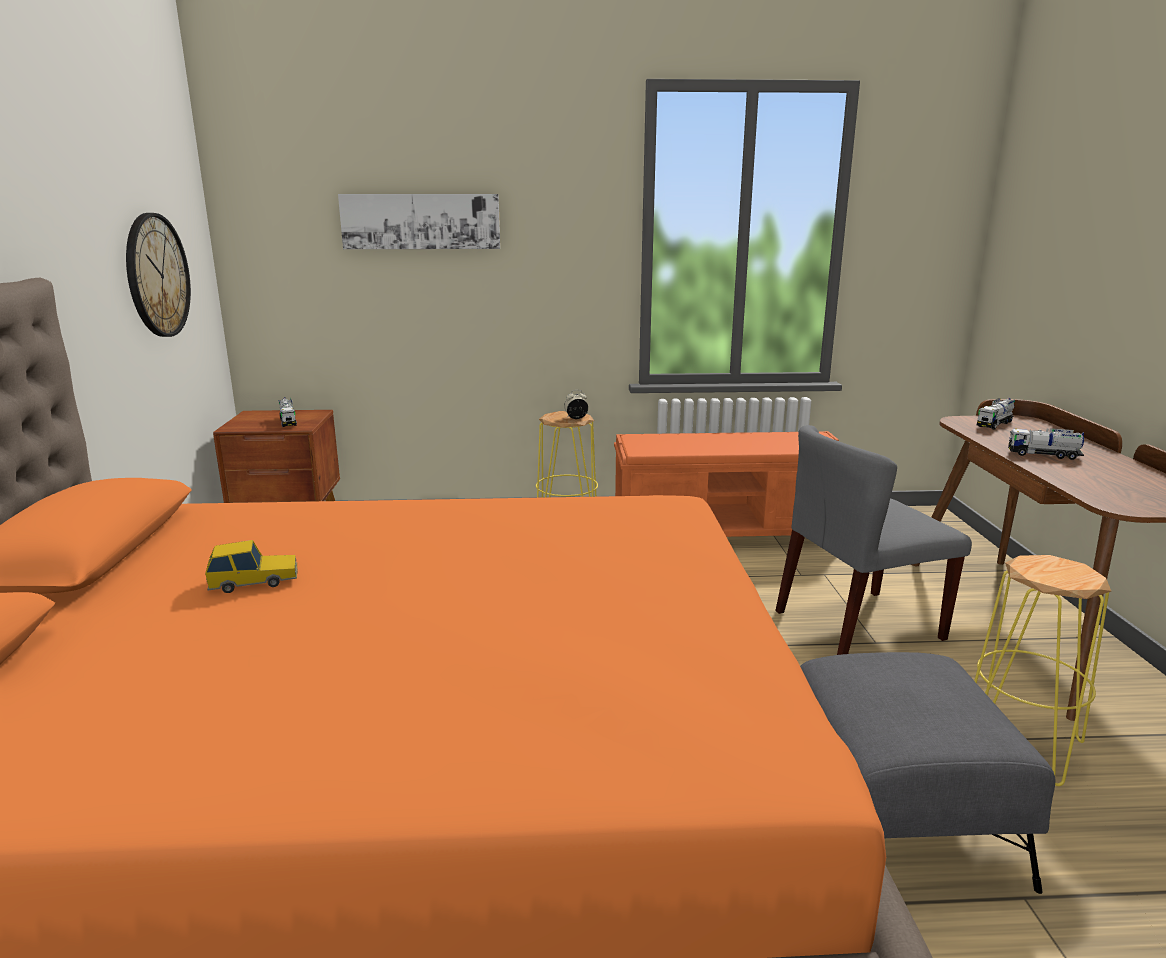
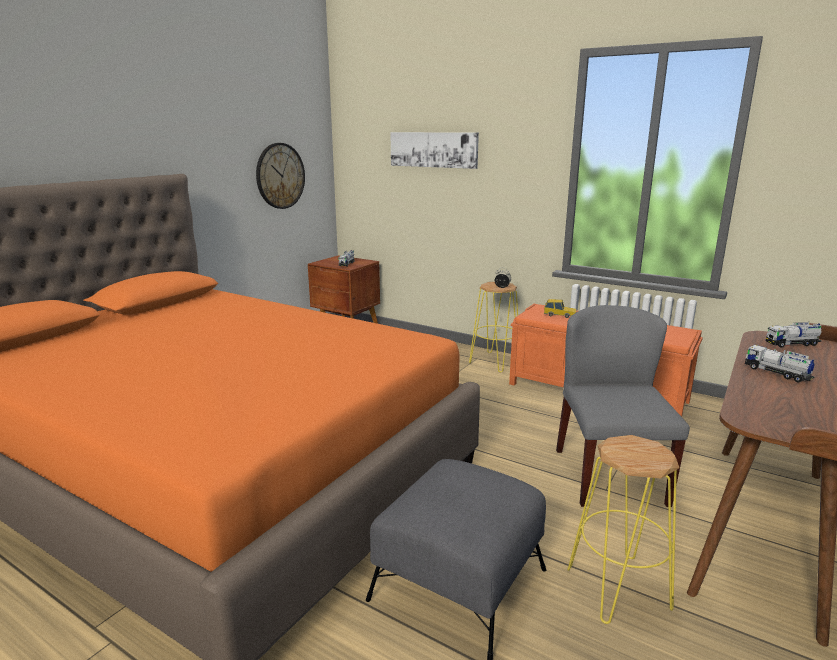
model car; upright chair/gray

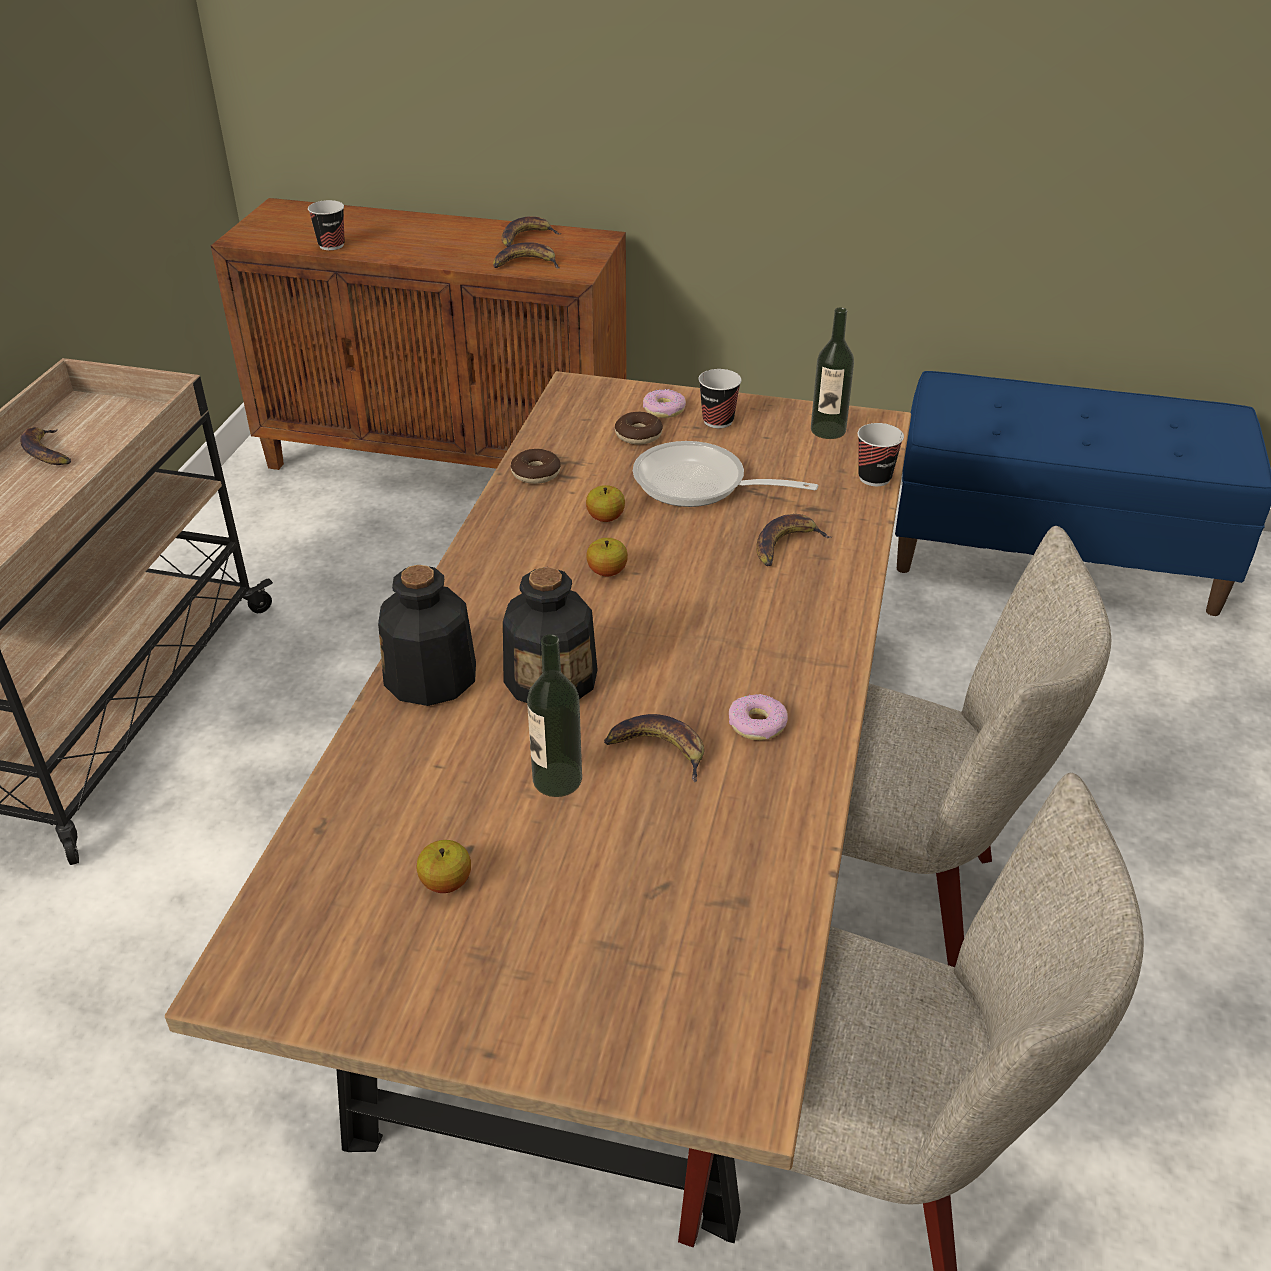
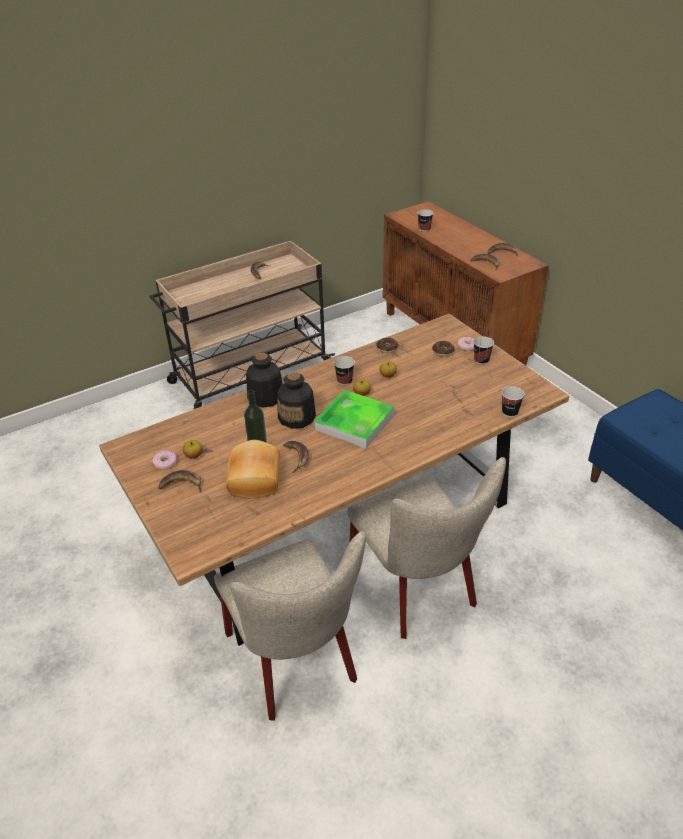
pan; ring doughnut (1st from left); banana fruit (1st from left); drink bottle (4th from left in the first image); bread; serving tray; drinking cup (1st from left)

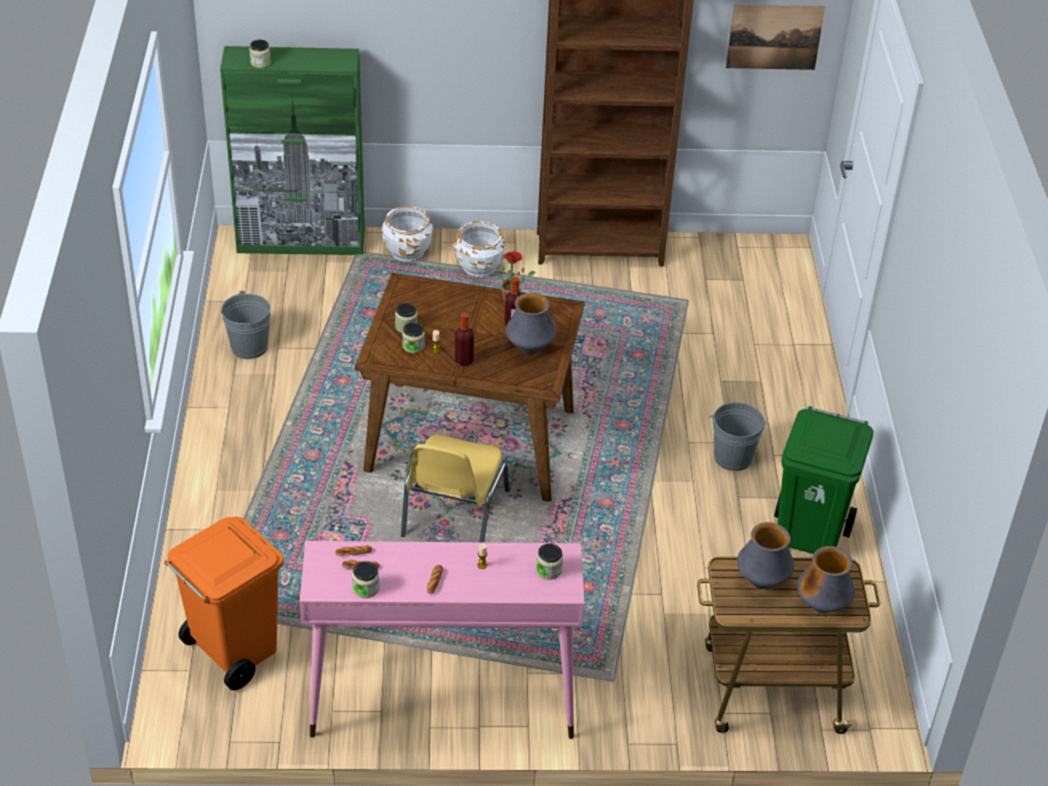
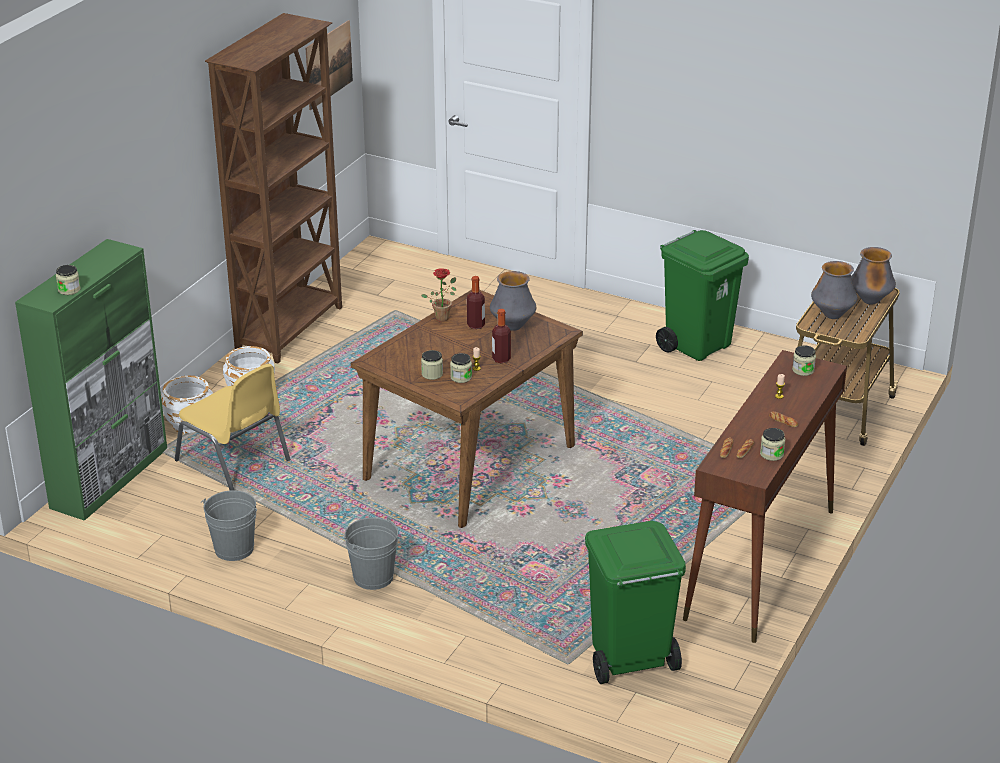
waste bin/greenish (1st from left); narrow table/brown-coloured; upright chair/yellowish; bucket/gray (2nd from left)

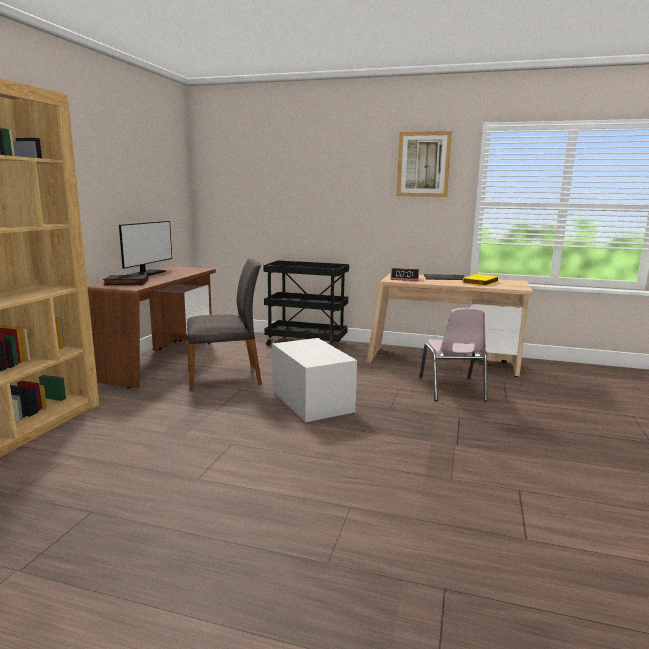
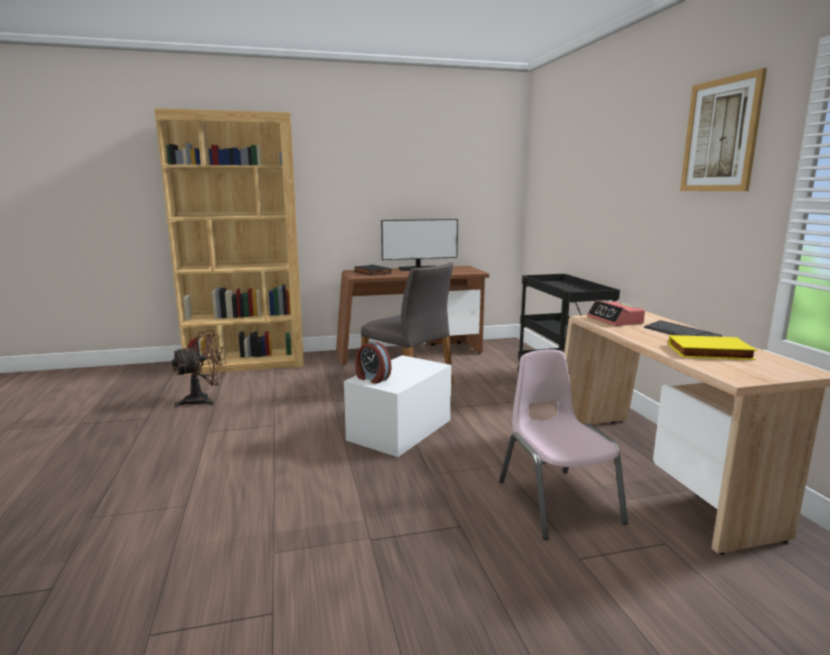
upright chair/pink-coloured; cooling fan/brown-coloured; table clock (1st from left)

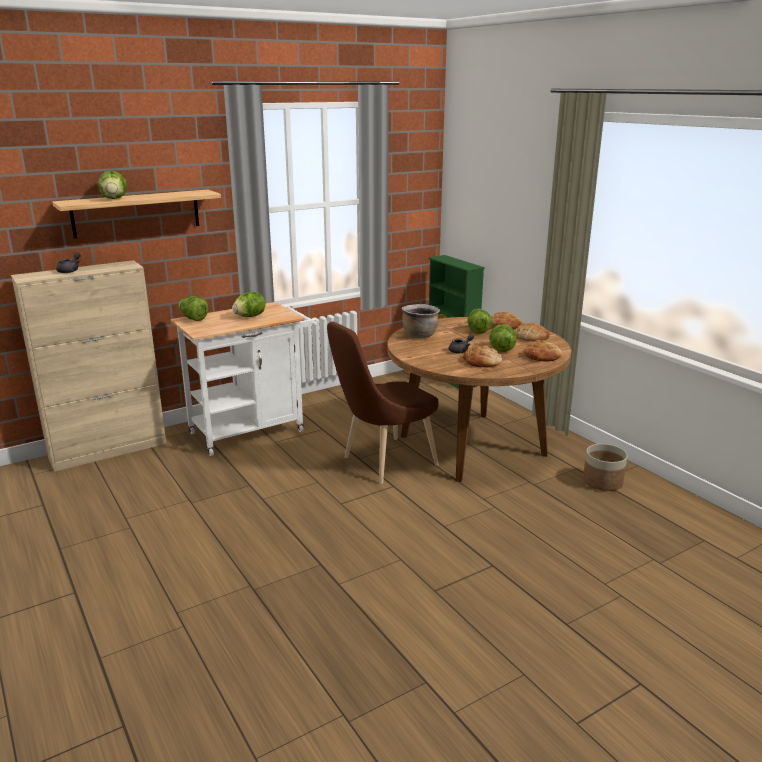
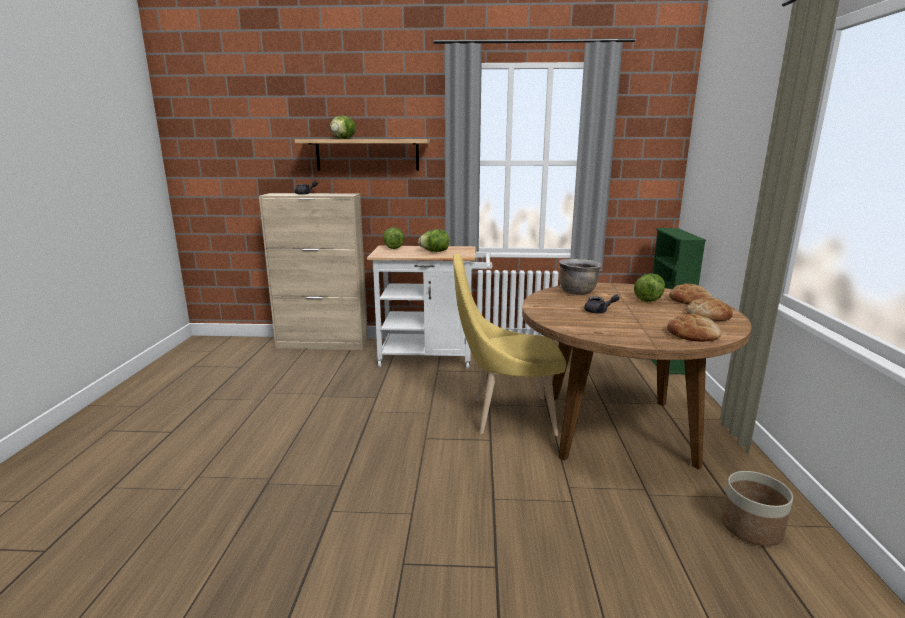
upright chair/yellowish; bread (1st from left in the first image); lettuce (5th from left in the first image)

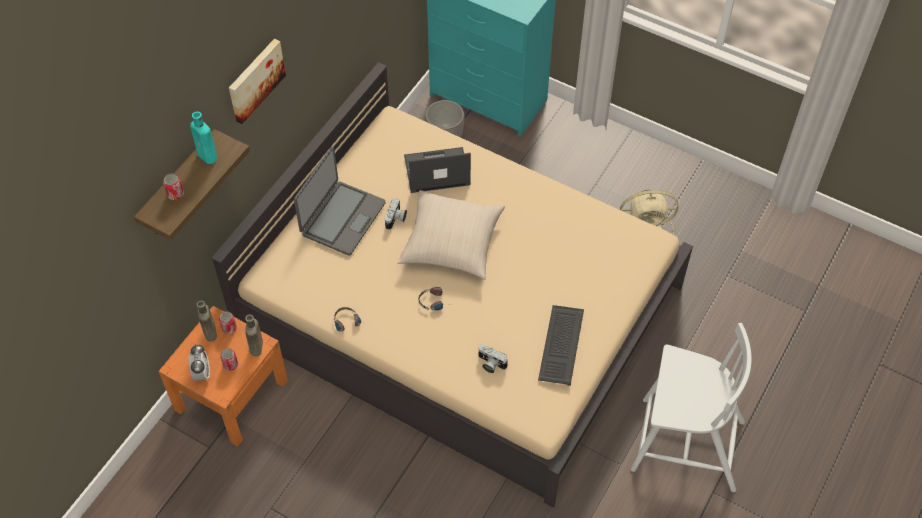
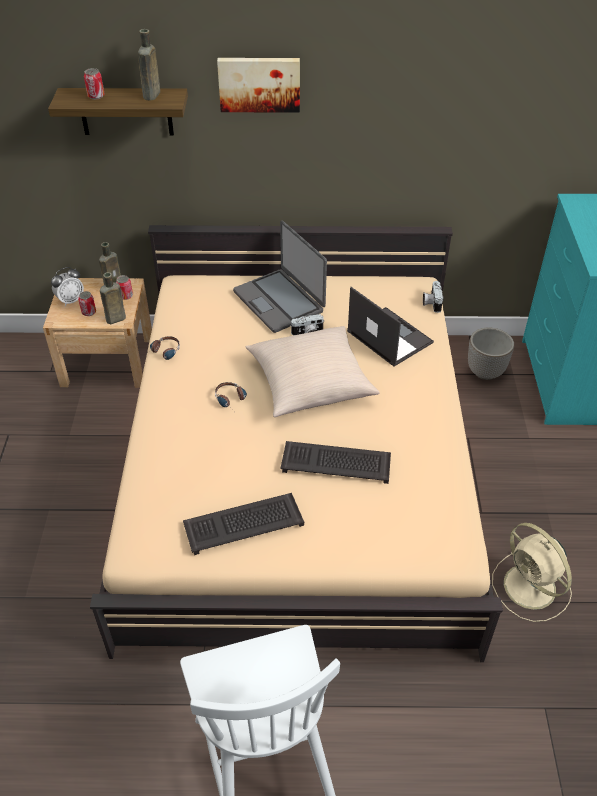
night table/beige-coloured; drink bottle/brown-coloured (3rd from left); laptop (1st from left); still camera (2nd from left); computer keyboard (2nd from left)

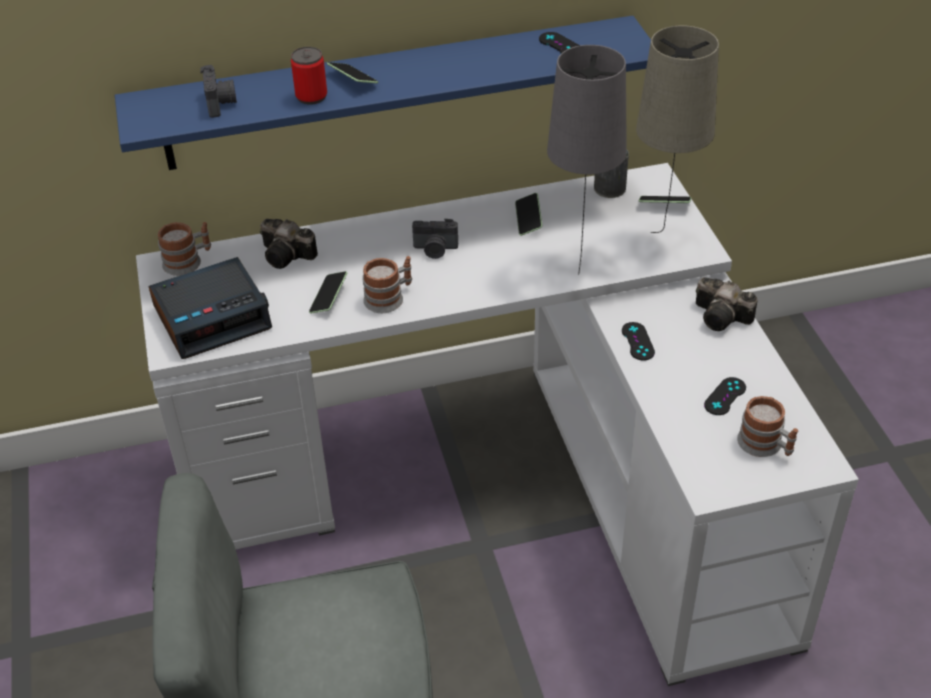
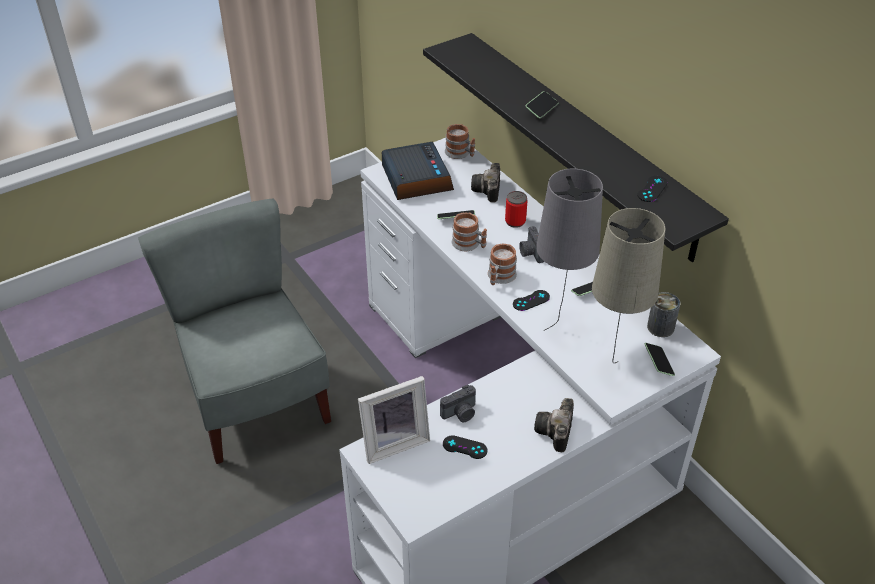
shelf/black; table clock; still camera (1st from left); metal can (1st from left); joypad/black (2nd from left); tea mug (3rd from left); standing frame

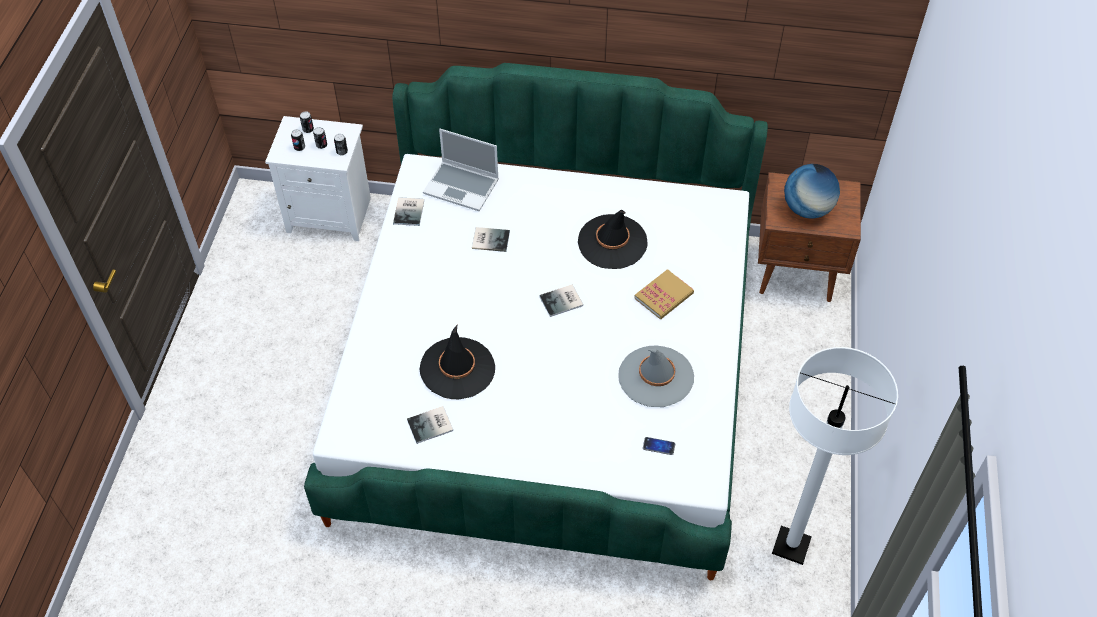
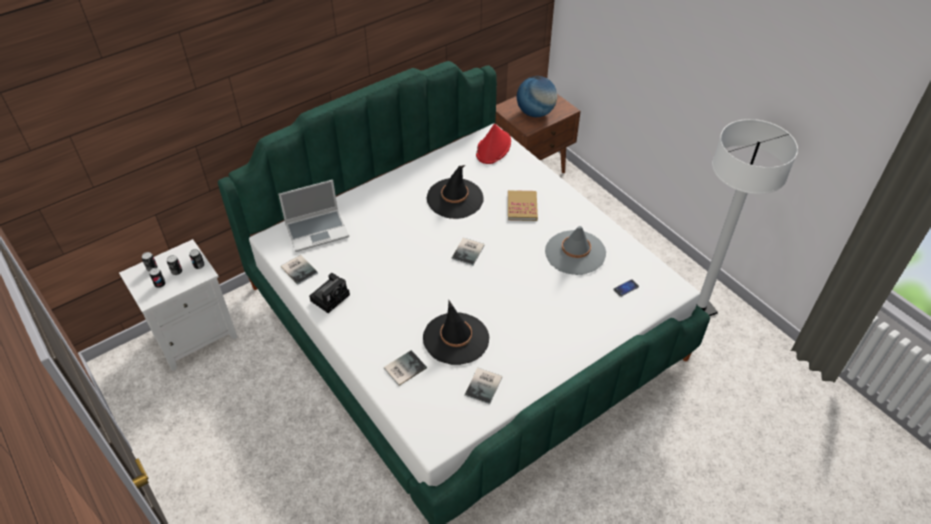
volume (2nd from left); still camera; wearable hat/red

